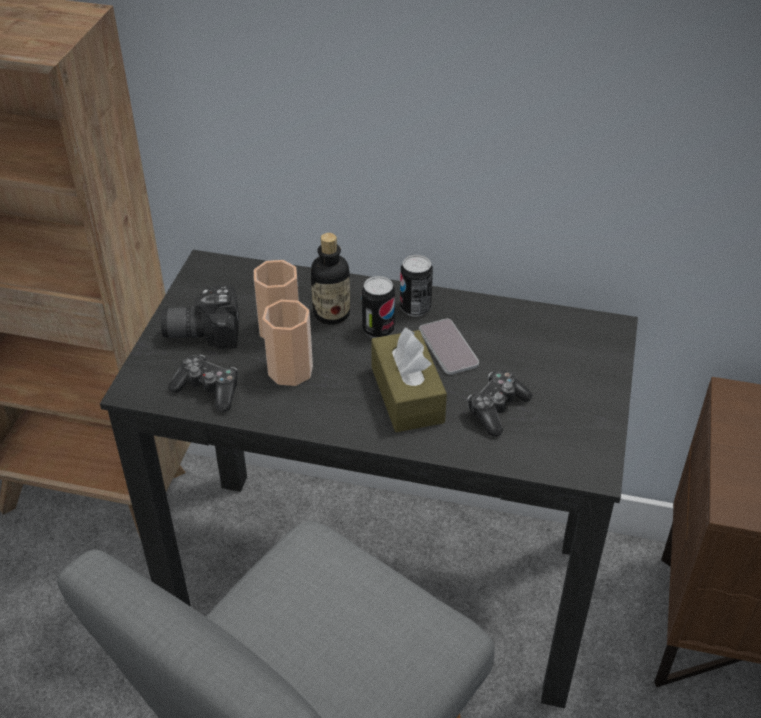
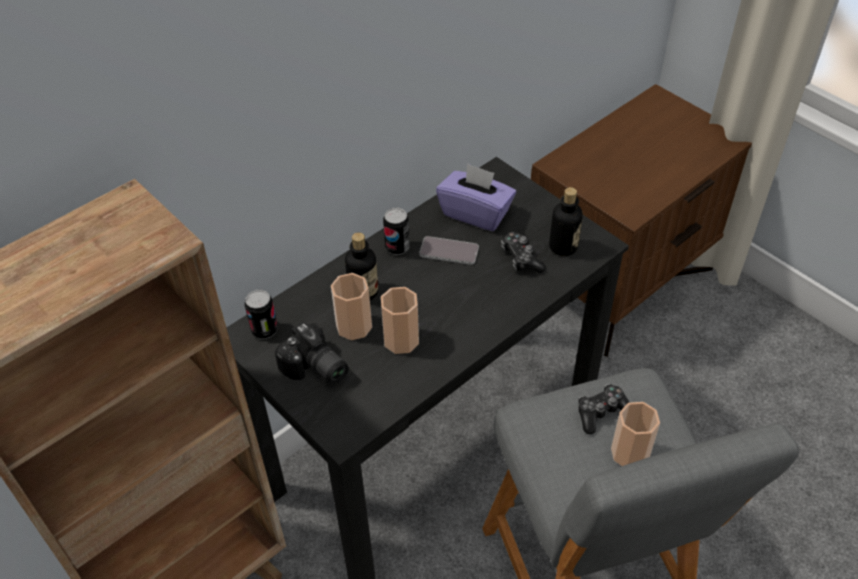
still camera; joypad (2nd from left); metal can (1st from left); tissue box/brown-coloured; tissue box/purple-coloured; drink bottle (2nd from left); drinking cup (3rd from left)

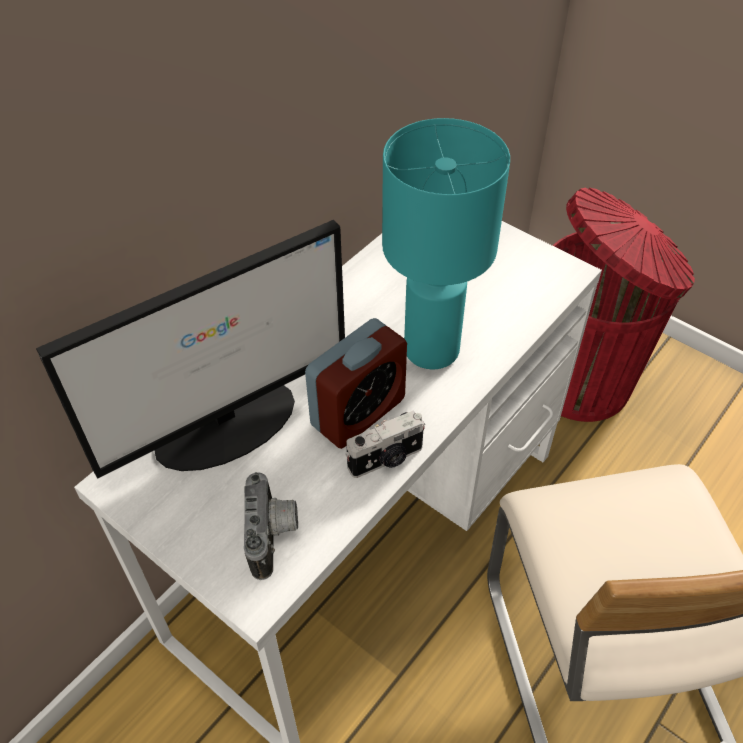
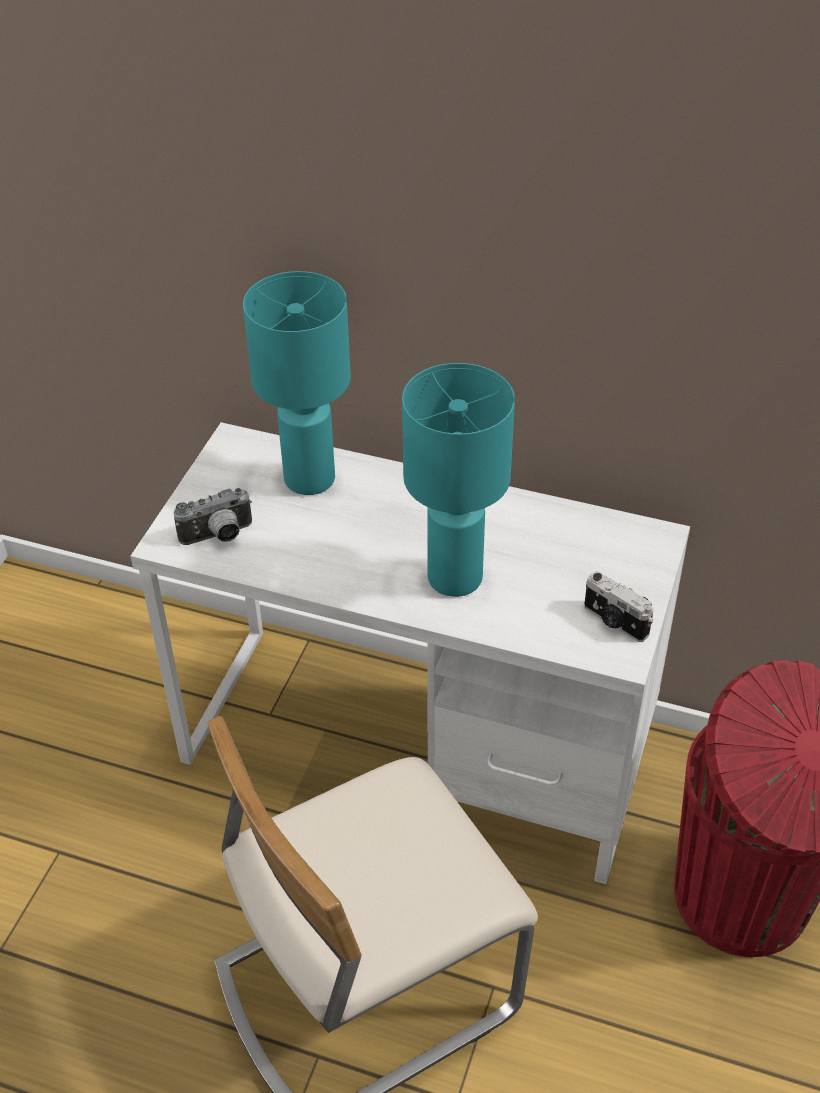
table lamp/turquoise (1st from left); table clock; still camera (2nd from left)

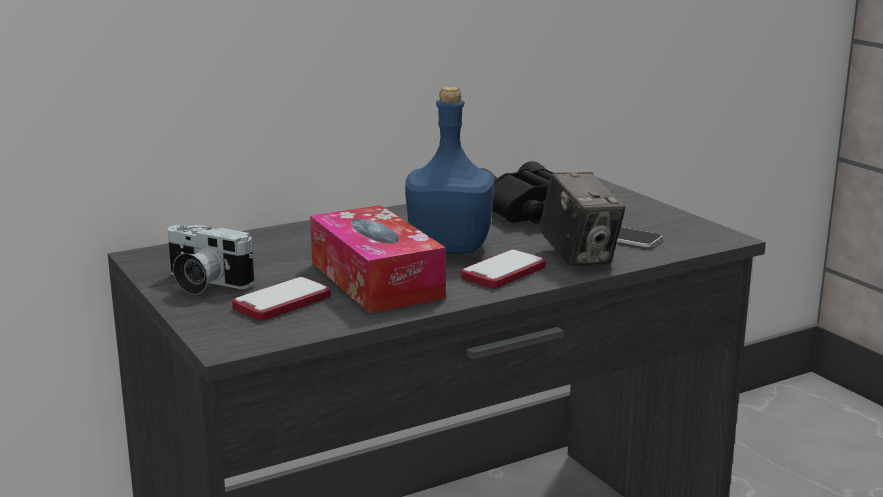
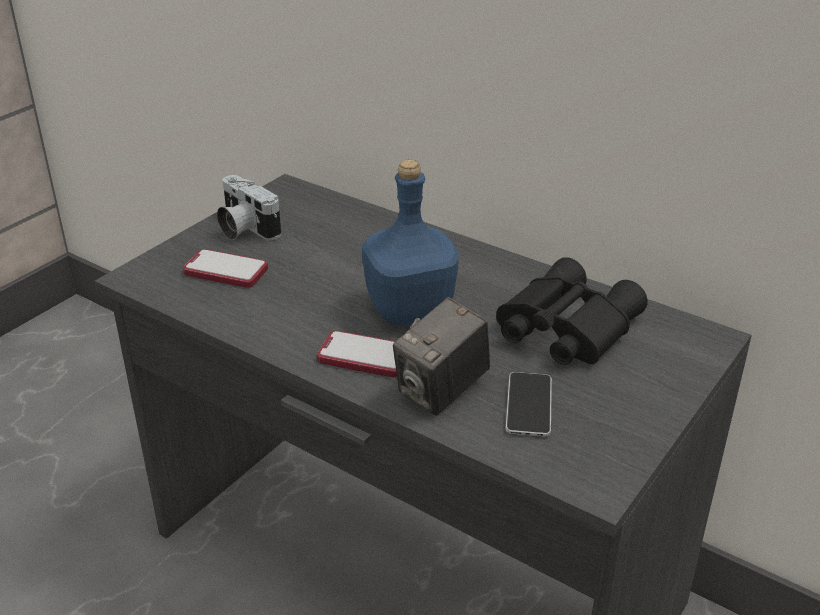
still camera (1st from left); tissue box

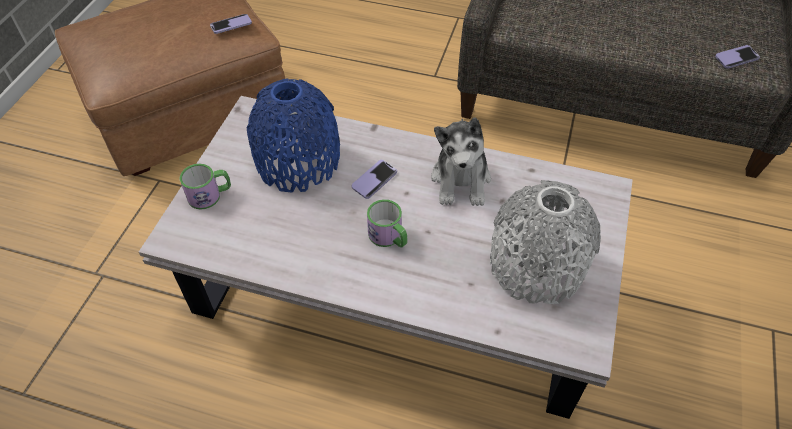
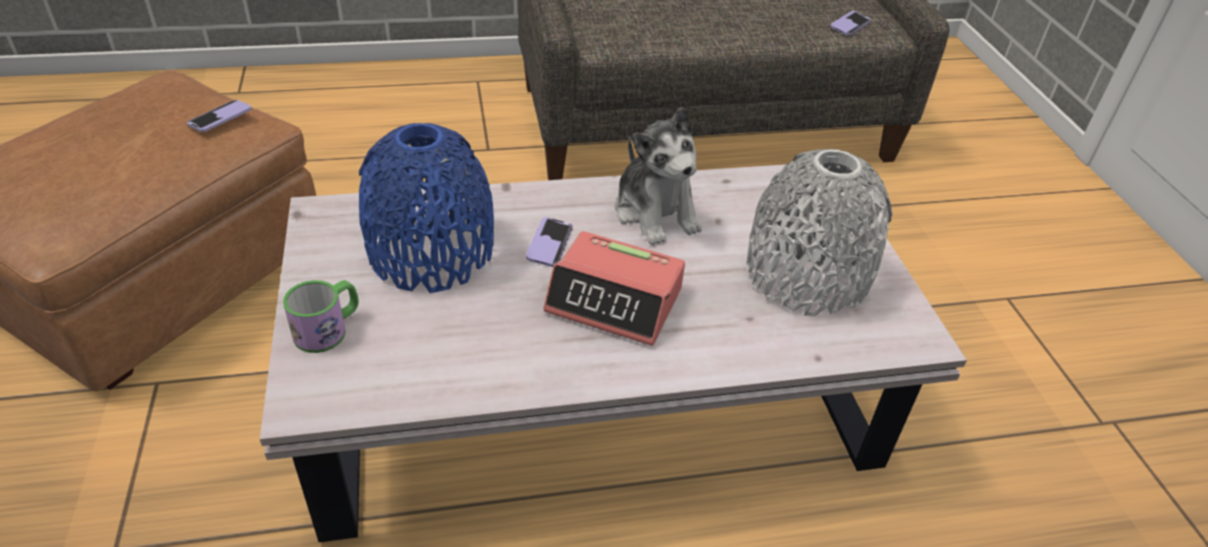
table clock

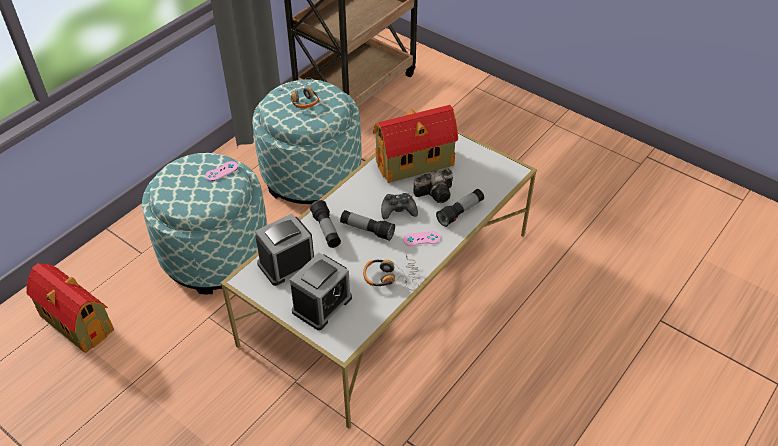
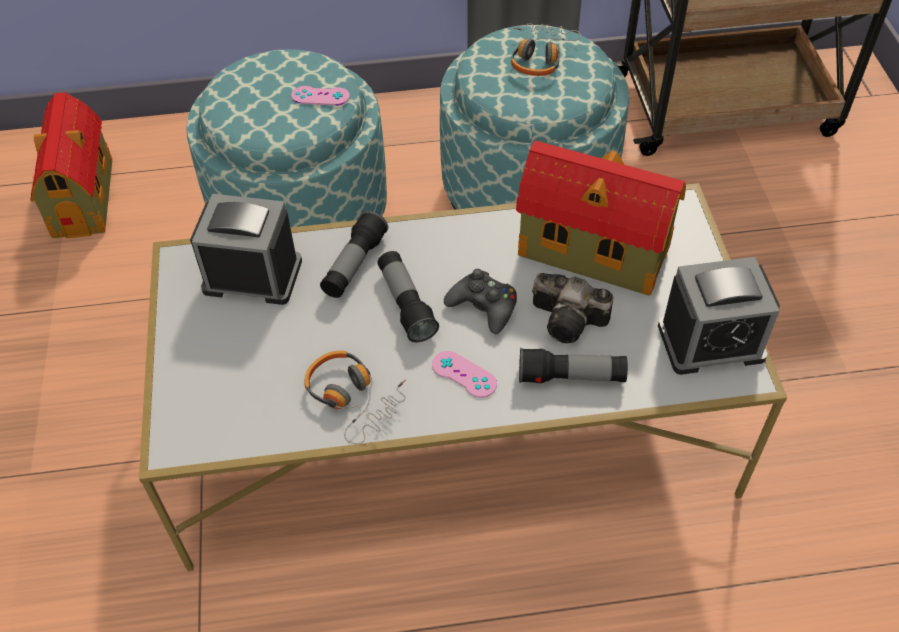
table clock (2nd from left)

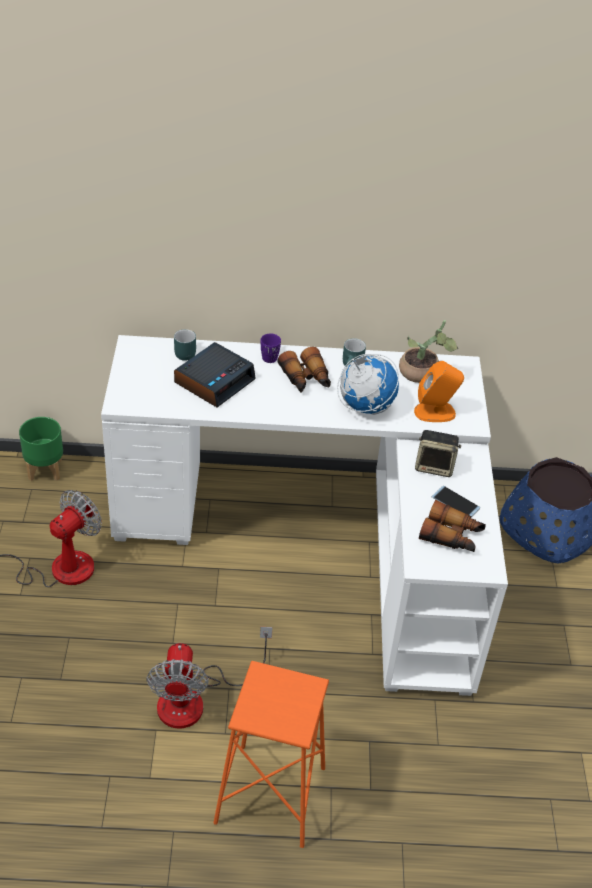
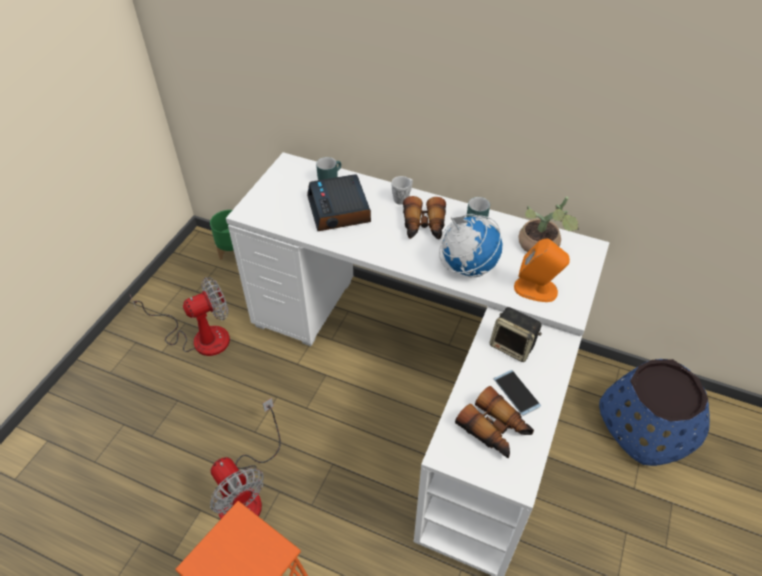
cooling fan (2nd from left); table clock; tea mug/white-coloured

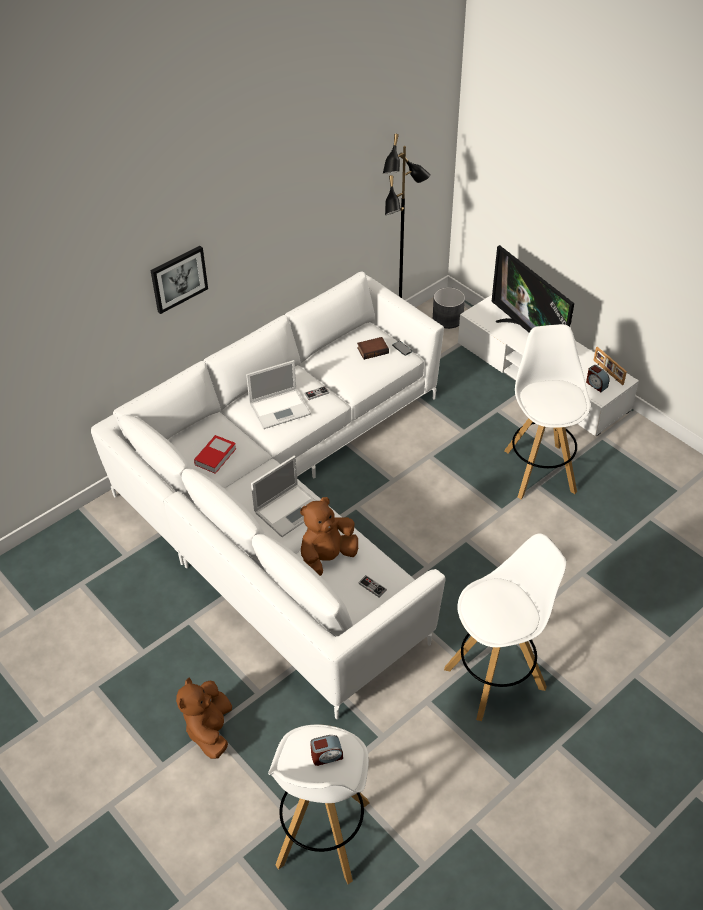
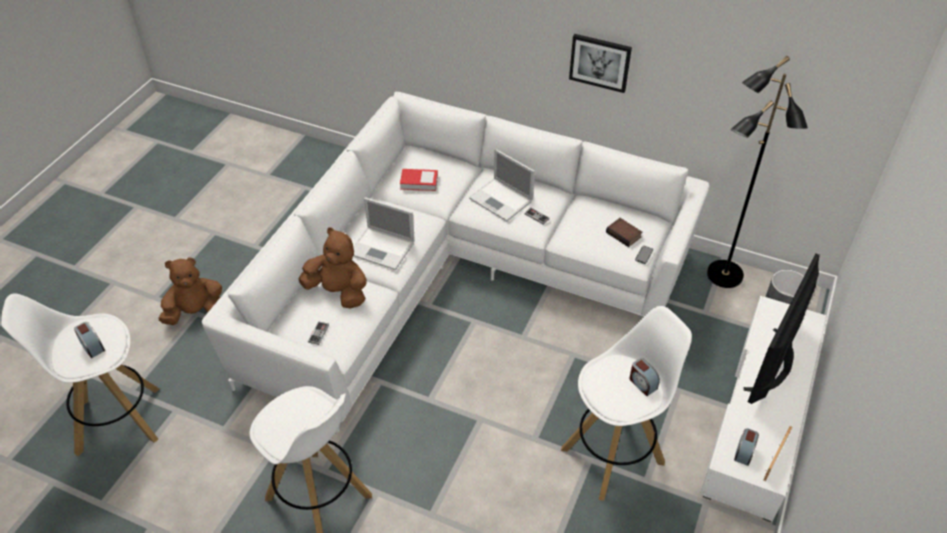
wall picture; table clock (2nd from left)

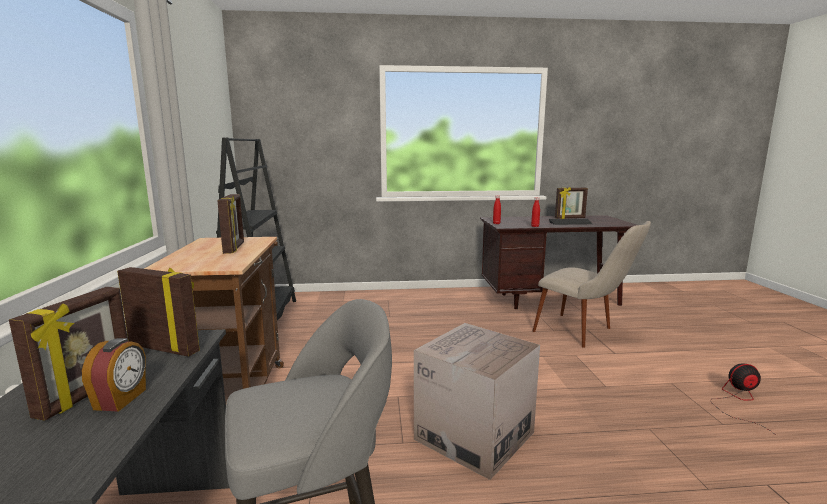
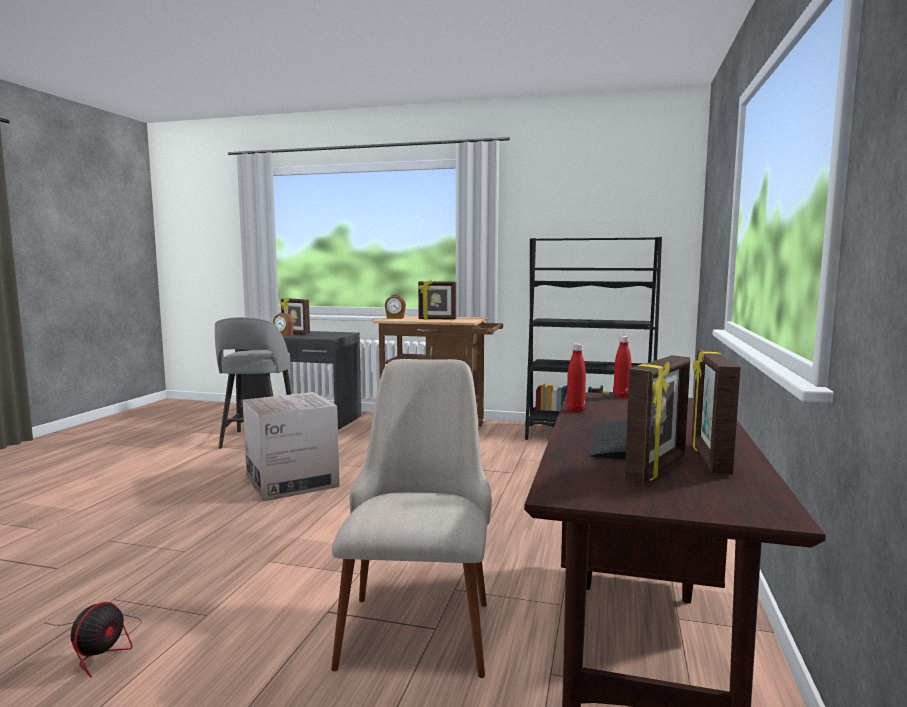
standing frame (3rd from left); upright chair/beige-coloured; table clock (2nd from left)

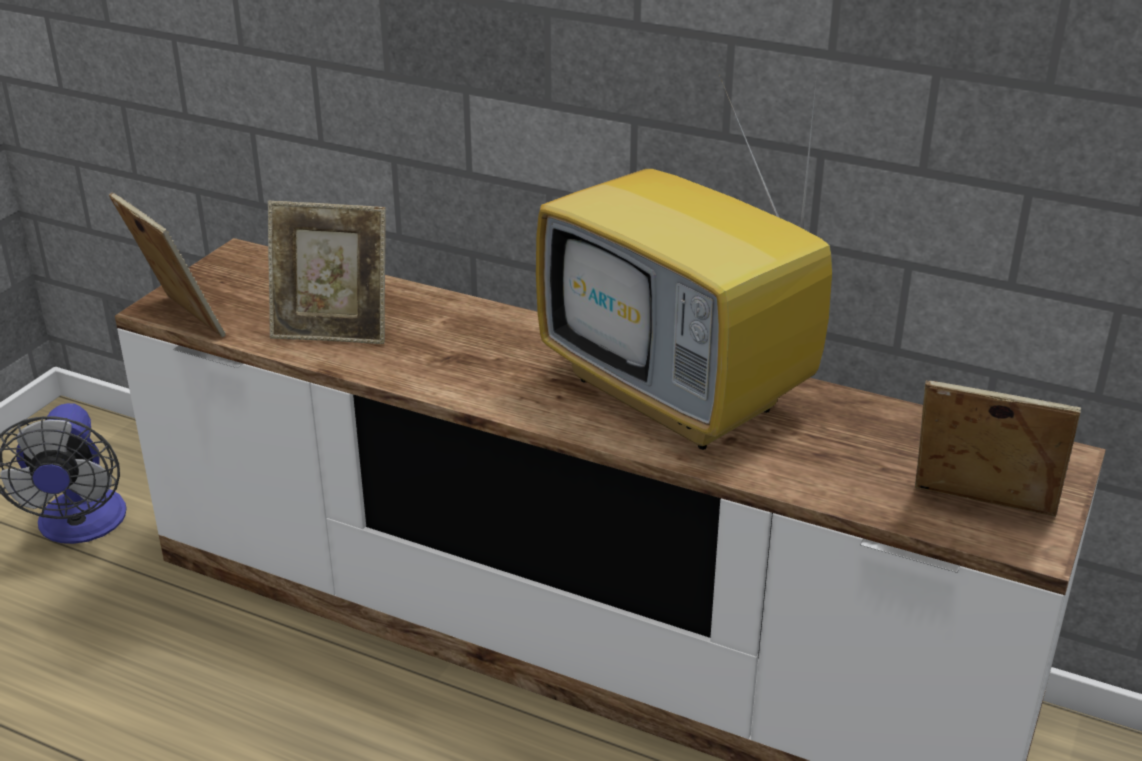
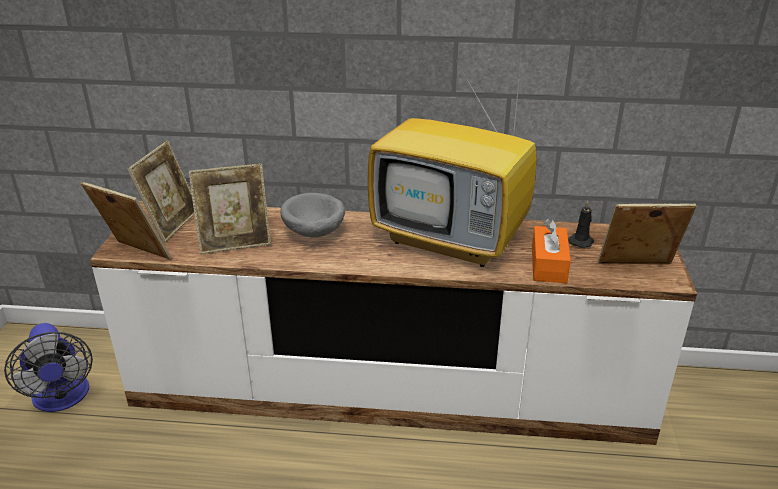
standing frame (2nd from left); deep dish/gray; tissue box/orange; candle/black

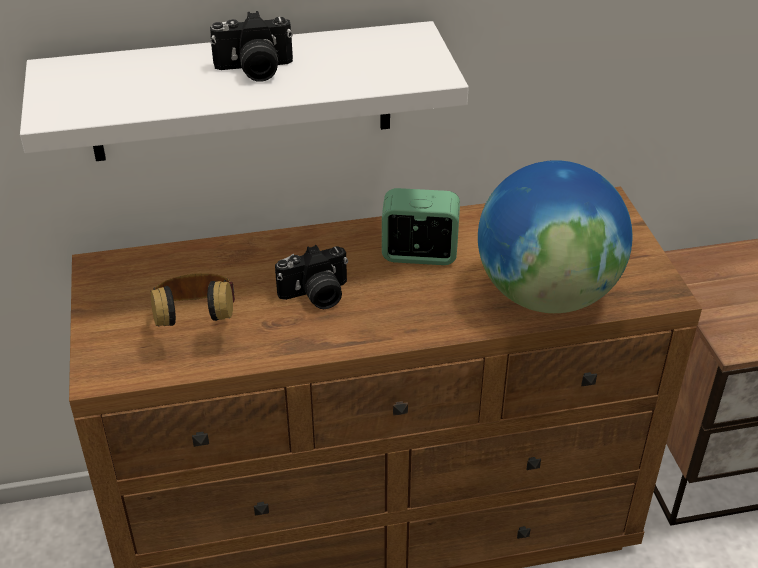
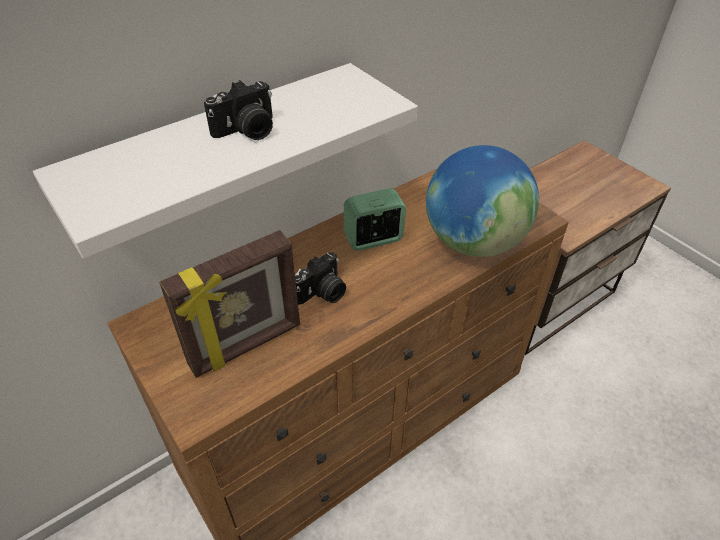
standing frame

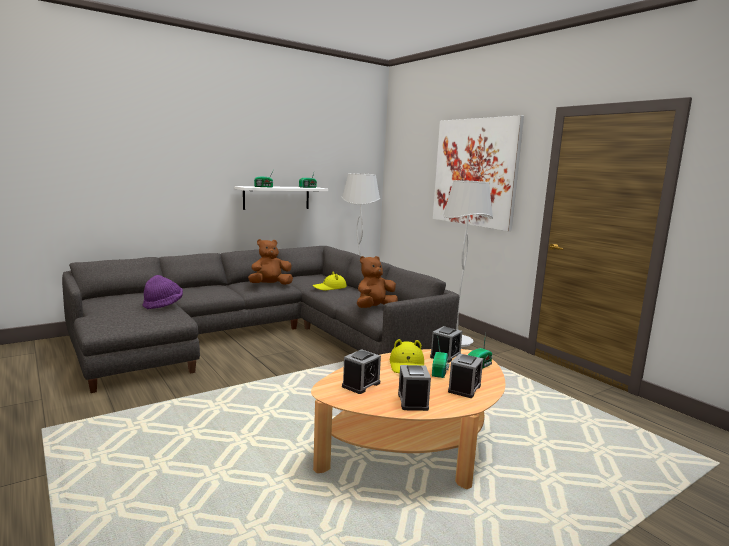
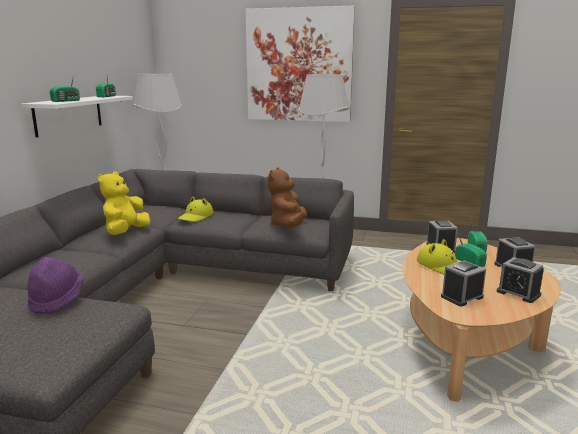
plush toy/yellowish; table clock (2nd from left)

